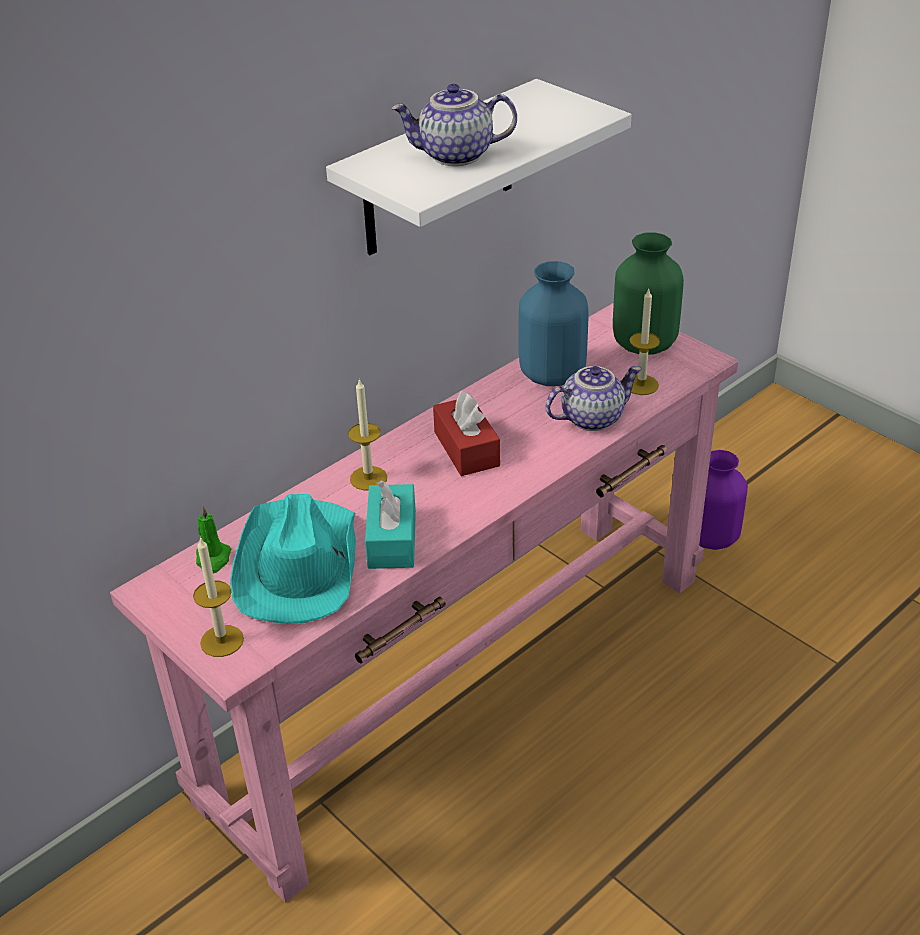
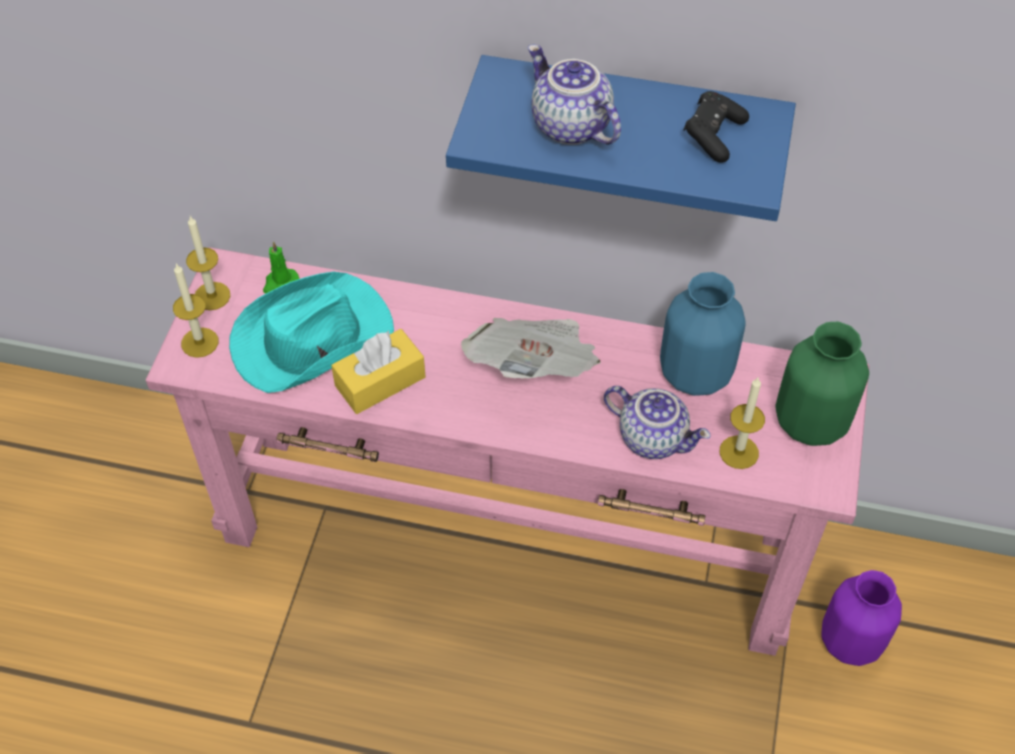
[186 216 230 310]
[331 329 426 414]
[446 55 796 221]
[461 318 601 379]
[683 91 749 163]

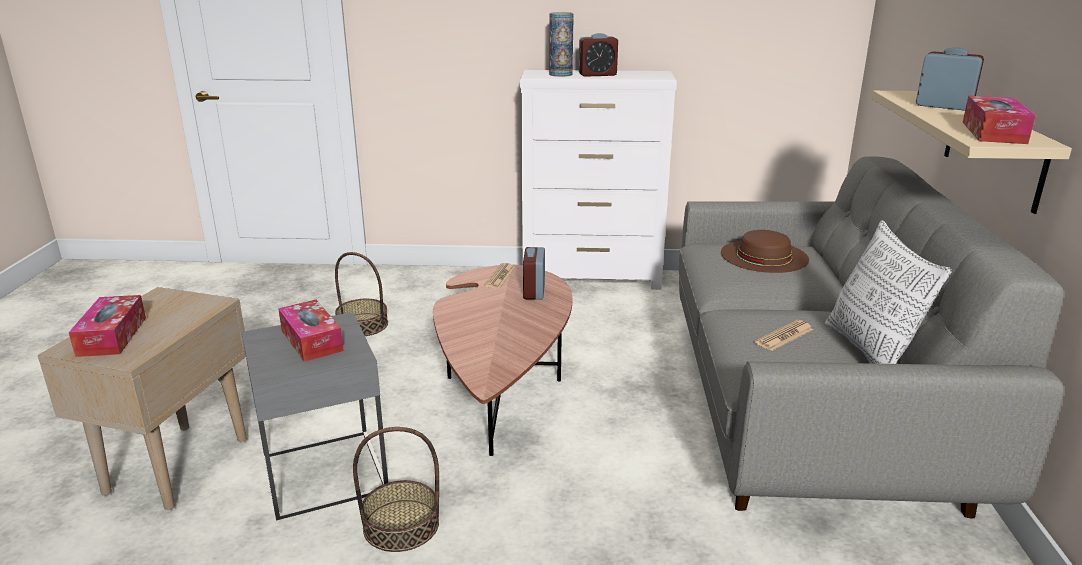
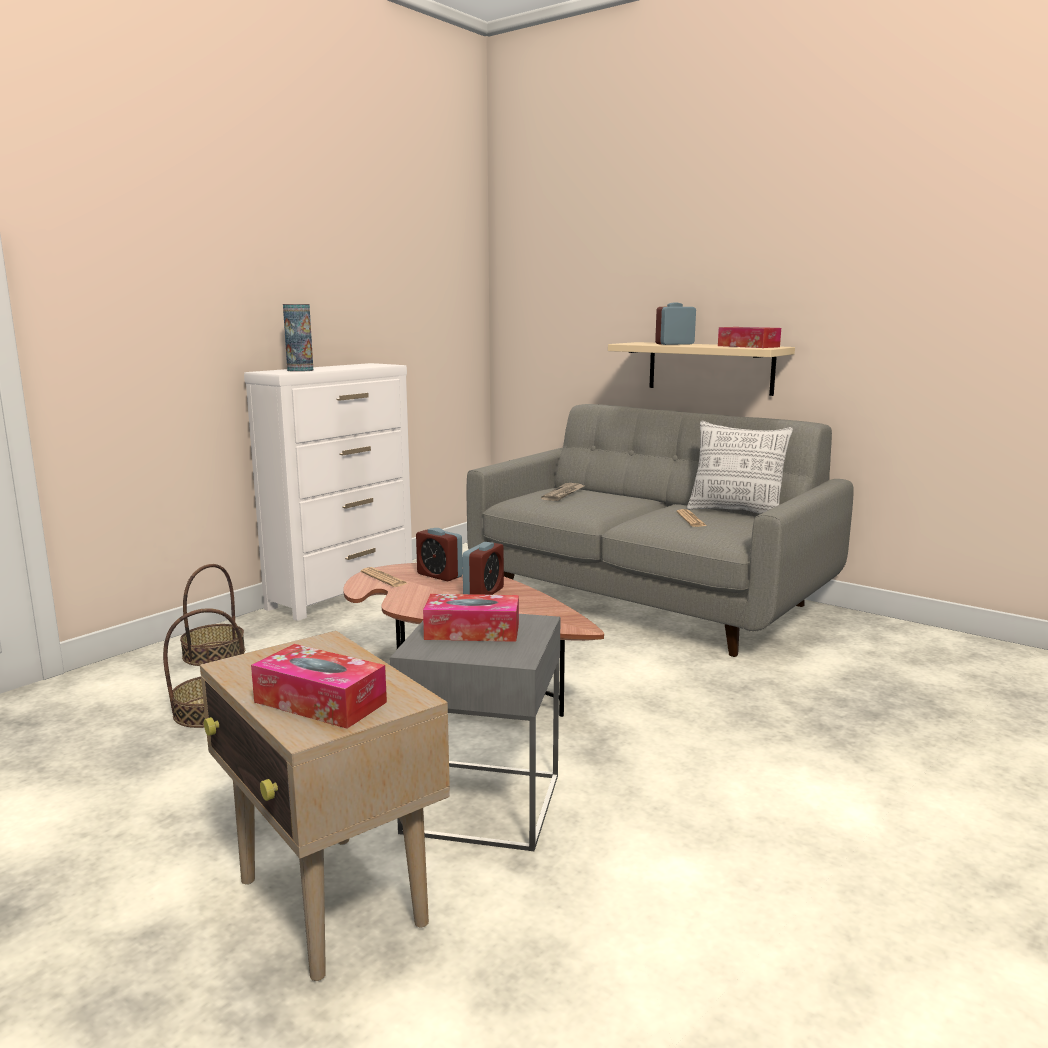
[180 564 245 666]
[462 542 504 595]
[541 483 584 501]

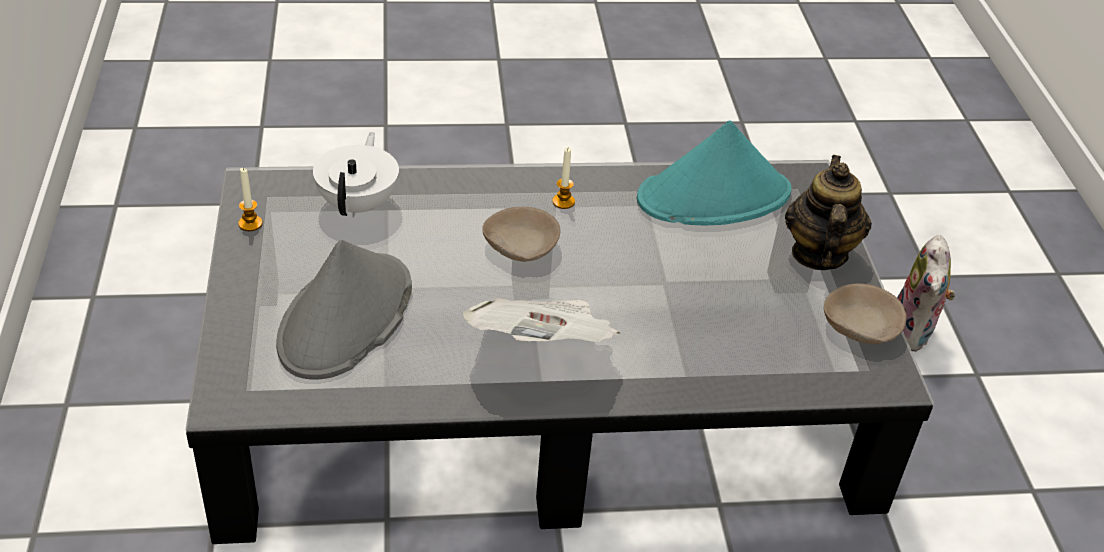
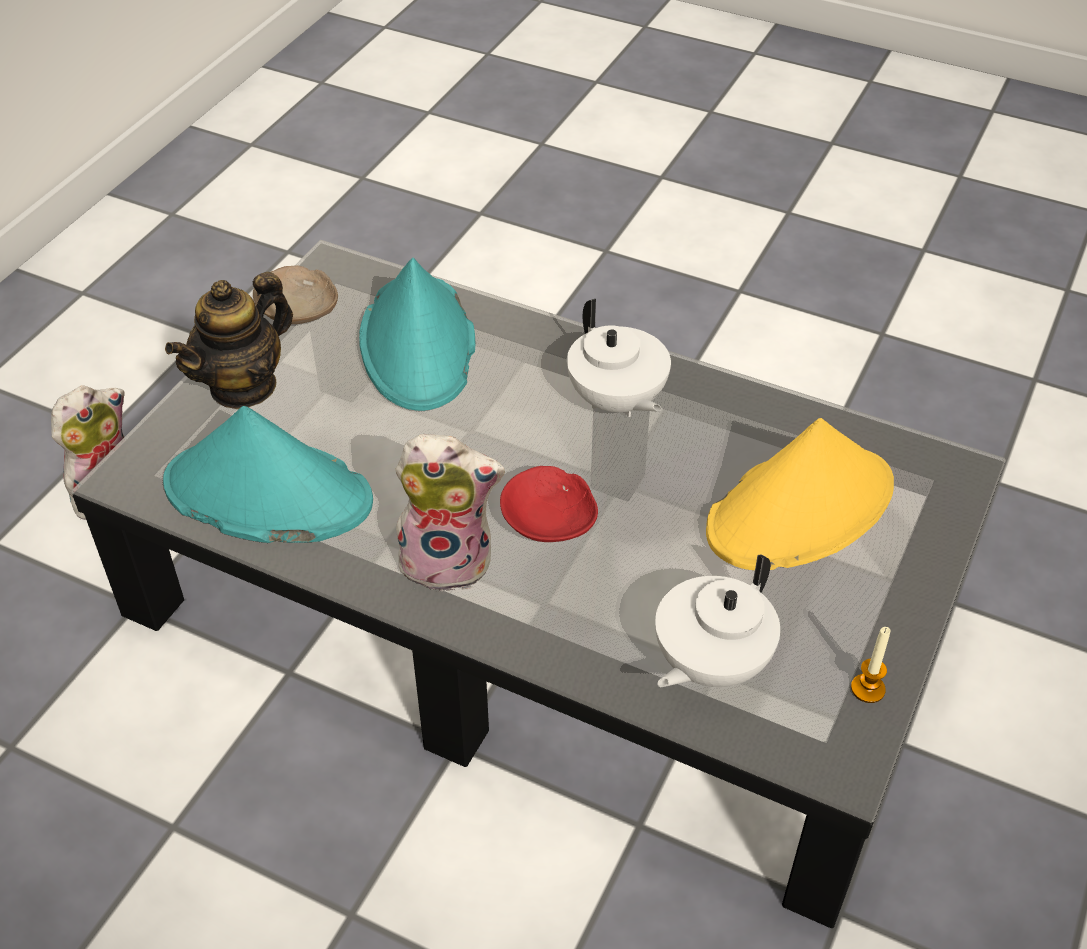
[359 258 475 411]
[395 434 505 592]
[500 466 598 542]
[567 299 671 417]
[706 418 894 570]

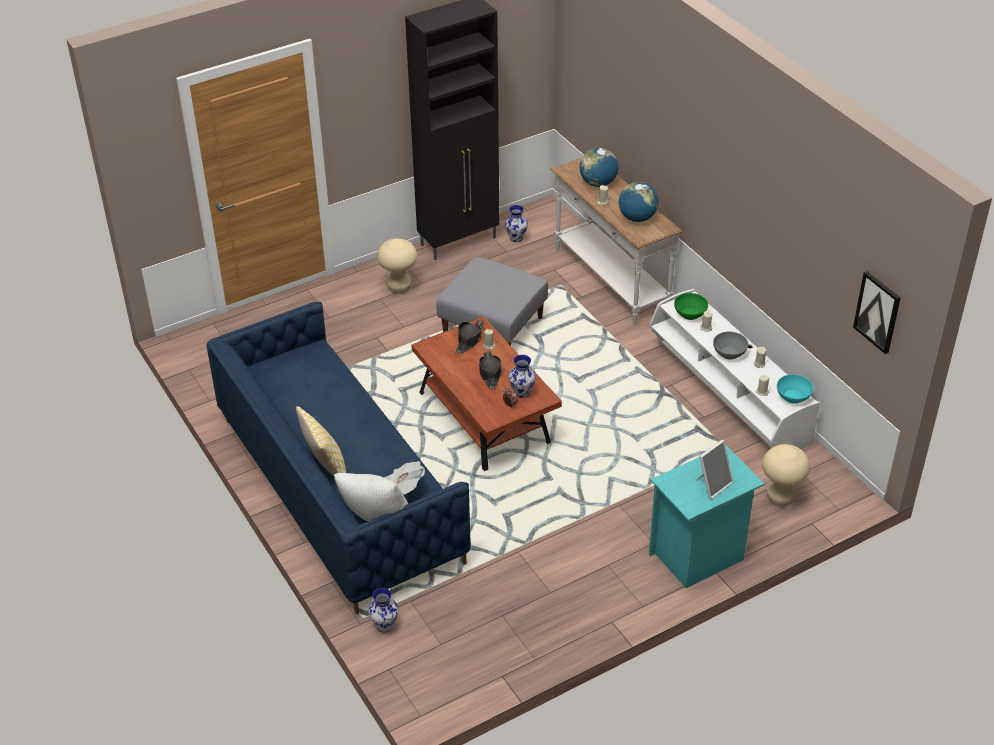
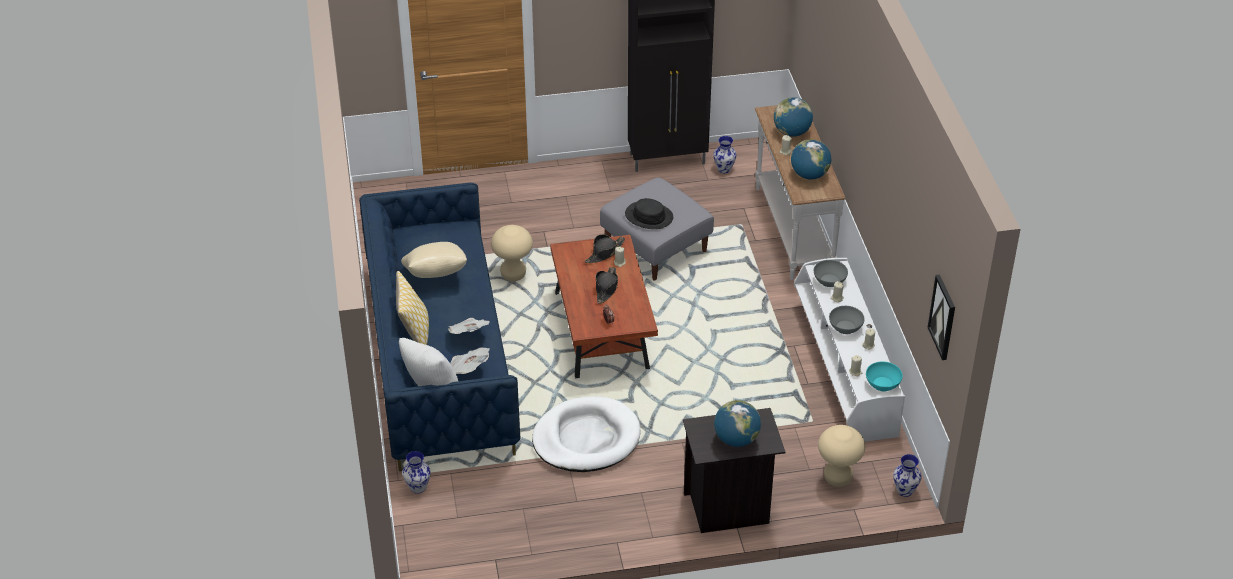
[401 242 467 278]
[448 318 490 334]
[491 225 533 281]
[532 396 640 472]
[625 198 673 229]
[683 408 786 533]
[714 400 761 447]
[814 260 848 287]
[893 454 922 497]

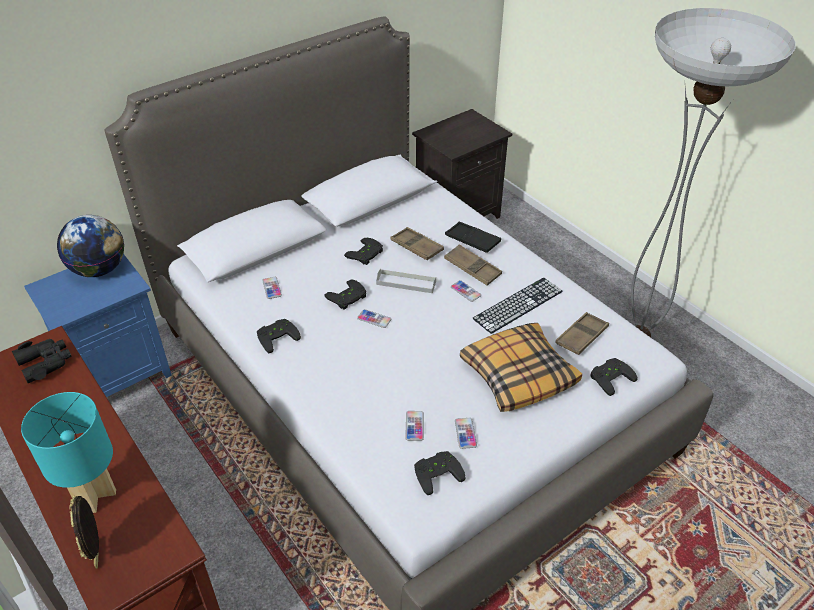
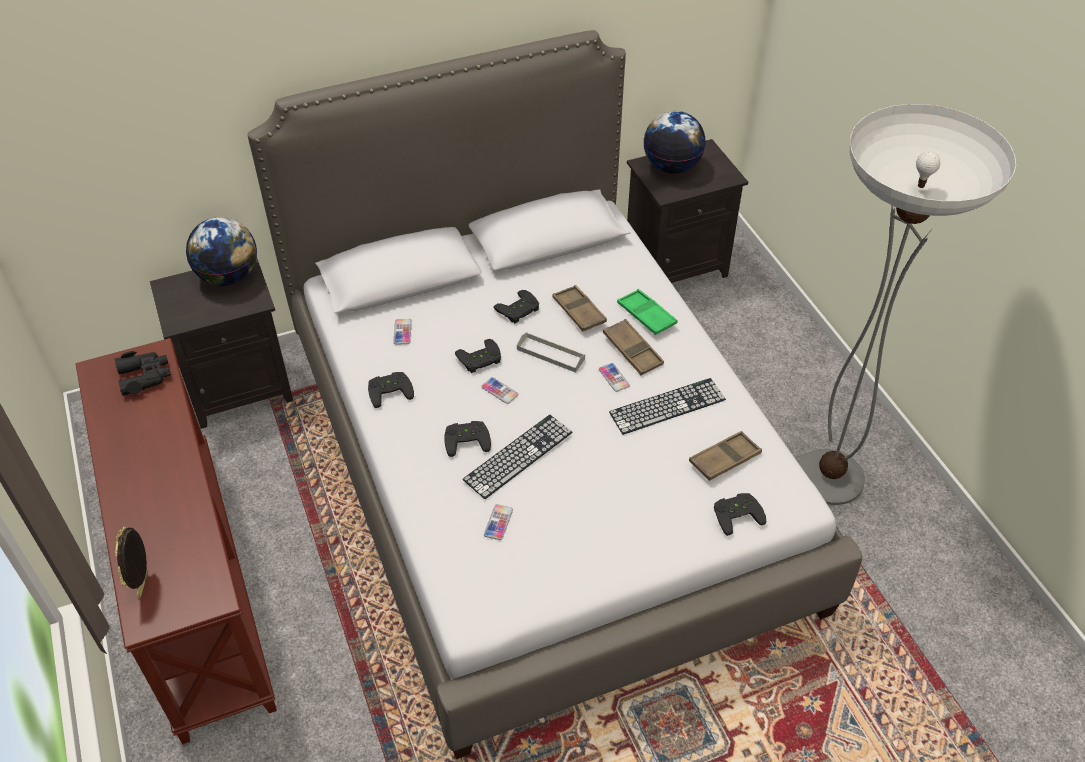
[150 257 293 429]
[444 421 491 457]
[462 415 573 499]
[617 289 677 335]
[643 111 706 174]
[21 392 116 513] (first image)
[455 418 477 449] (first image)
[460 323 582 412] (first image)

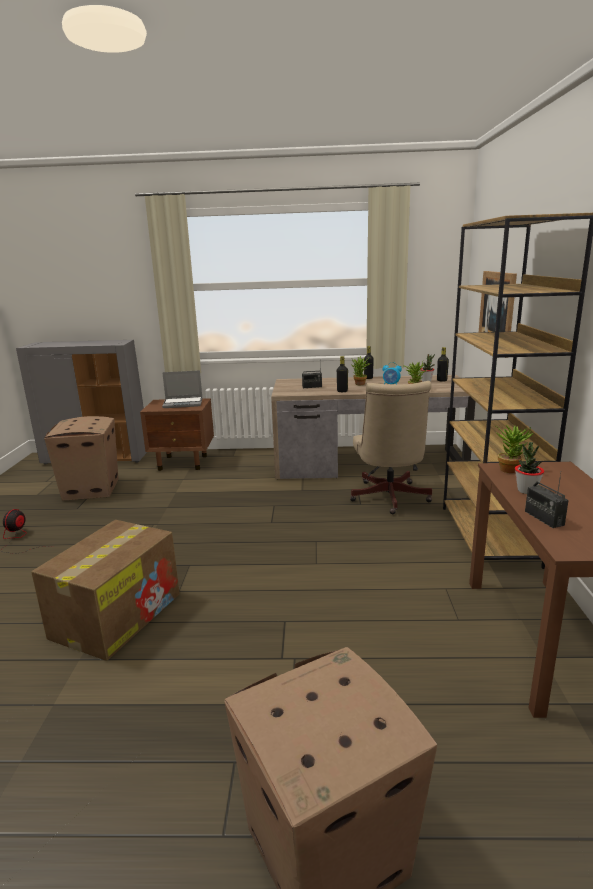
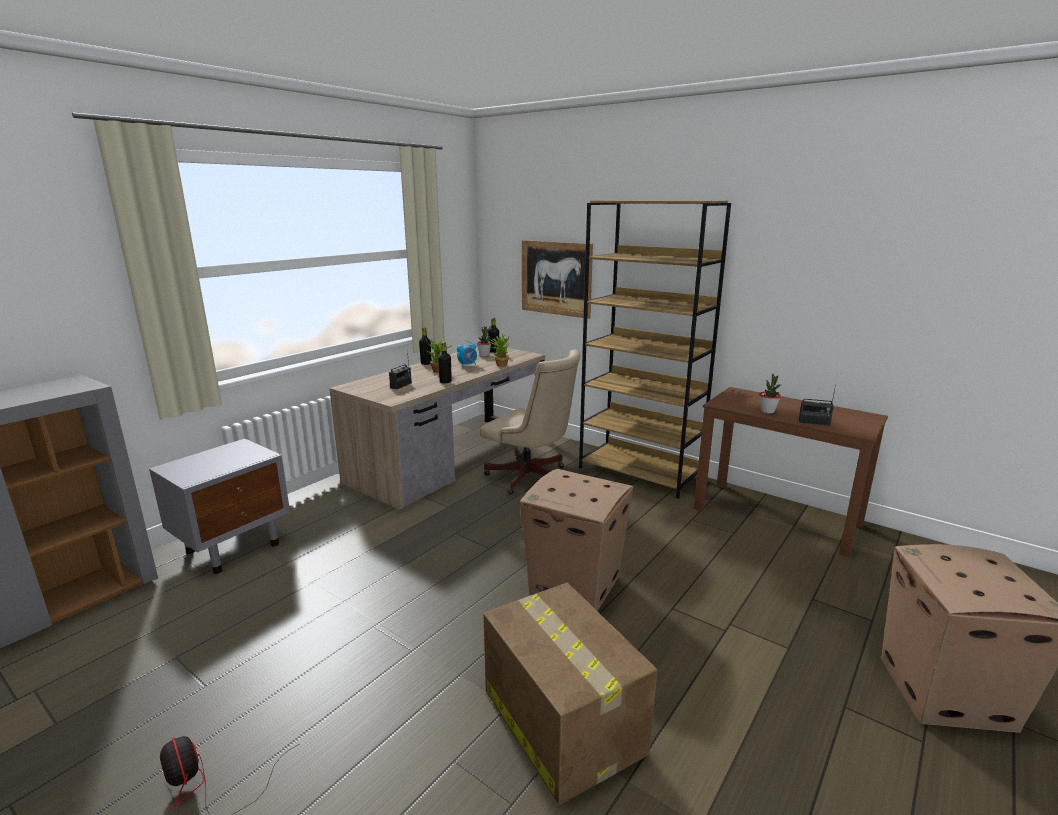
[149 438 290 574]
[520 469 634 611]
[162 370 202 408] (first image)
[496 425 533 473] (first image)

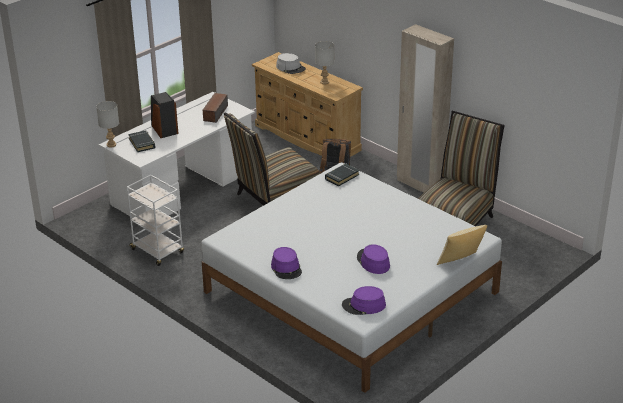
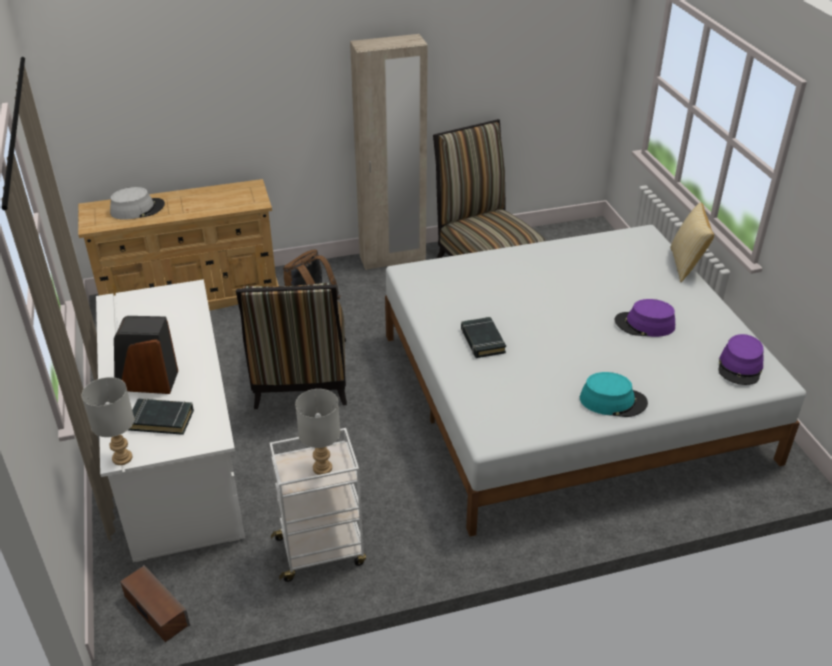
[120 565 190 642]
[295 389 340 475]
[461 317 506 358]
[580 372 648 417]

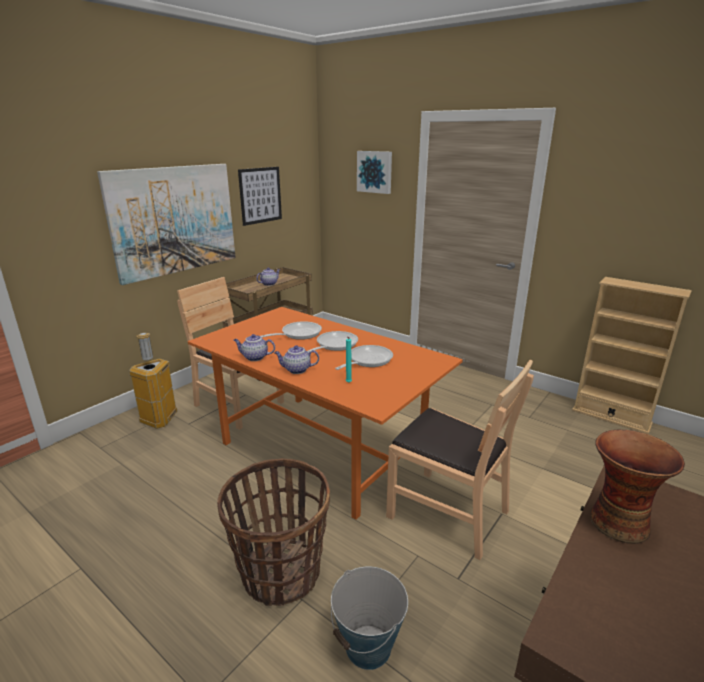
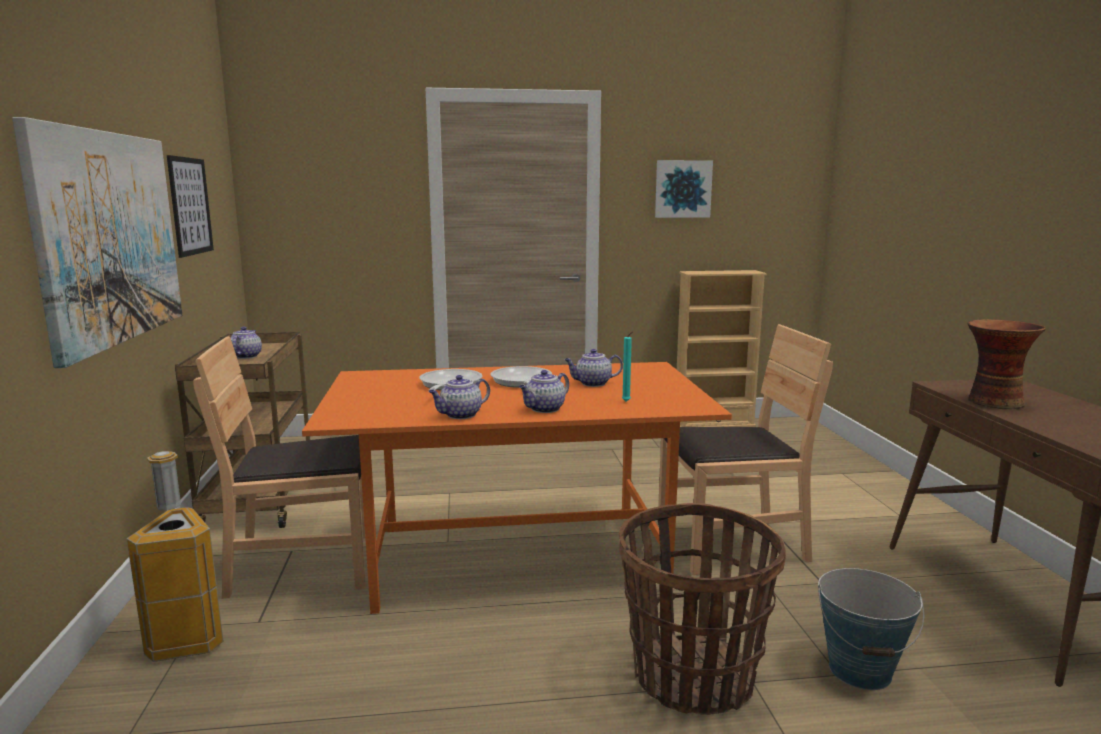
[564 349 623 387]
[655 160 713 218]

